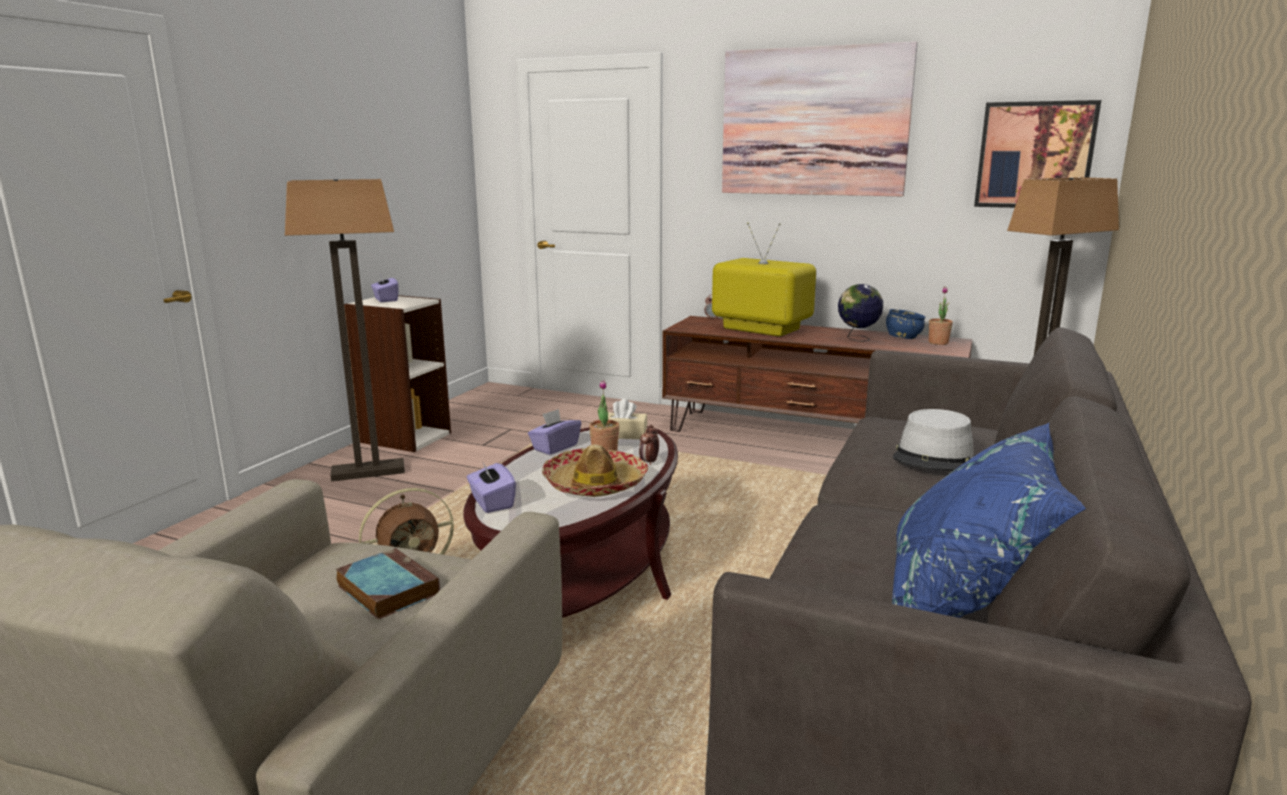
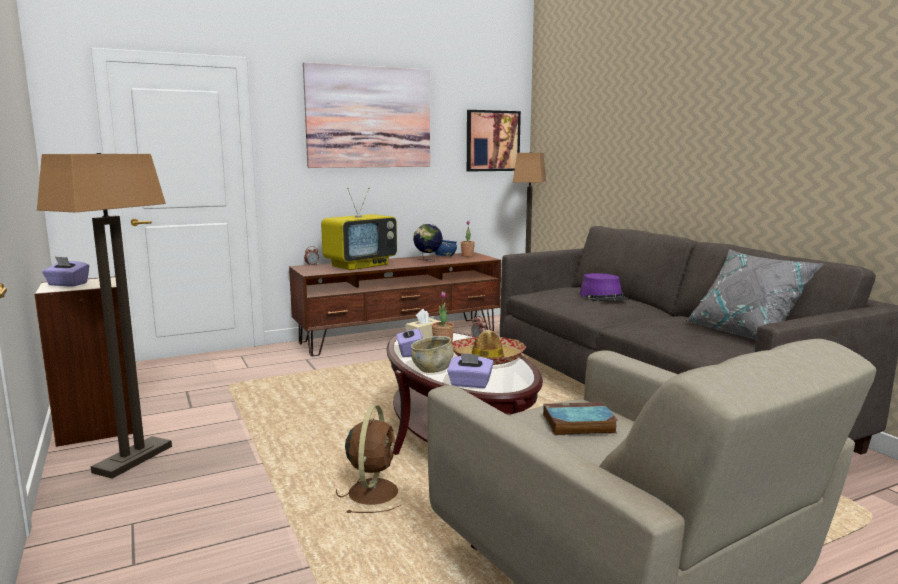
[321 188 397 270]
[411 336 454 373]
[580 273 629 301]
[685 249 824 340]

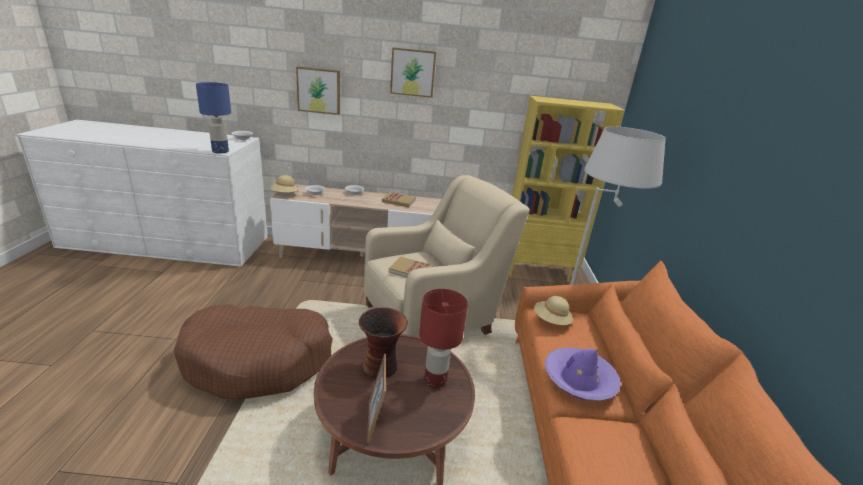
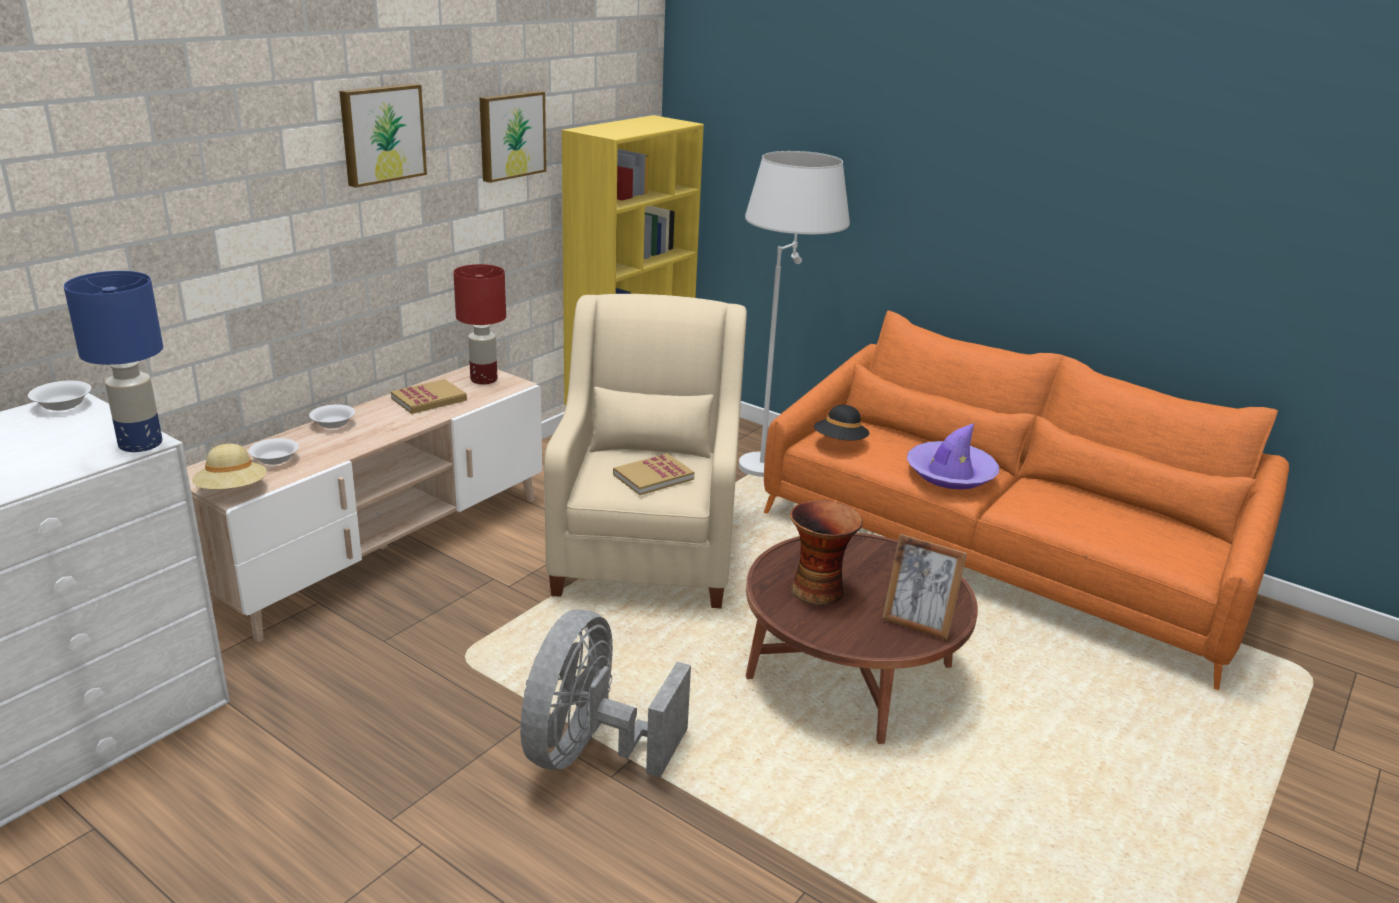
[453 264 506 384]
[480 91 546 183]
[520 610 691 778]
[814 405 869 441]

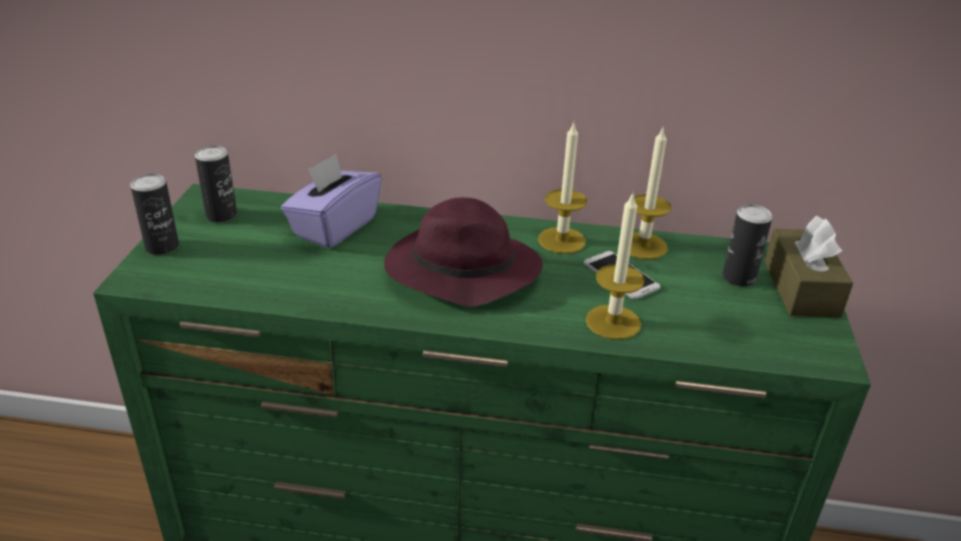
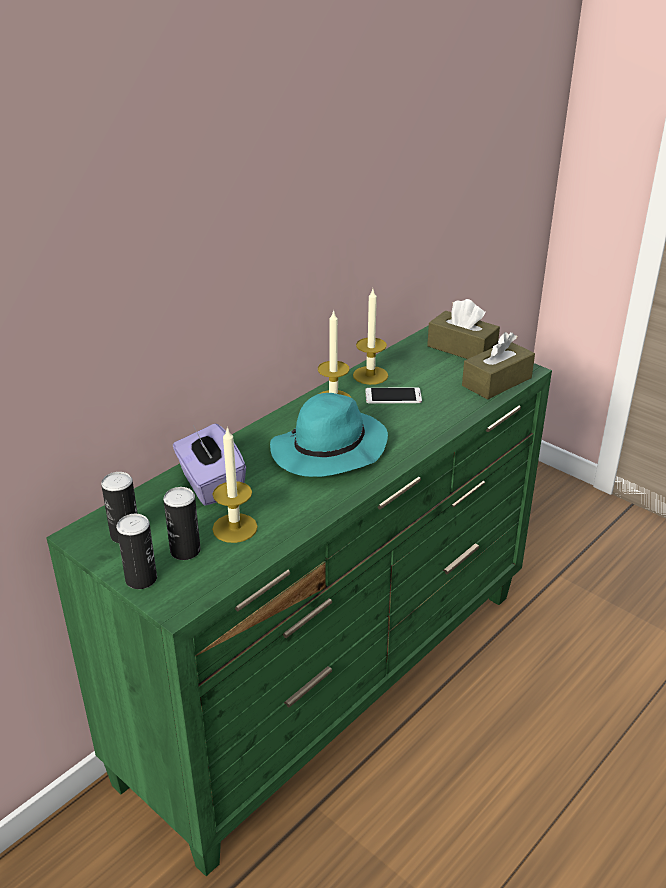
[163 487 201 560]
[212 427 258 543]
[270 393 388 477]
[462 332 535 400]

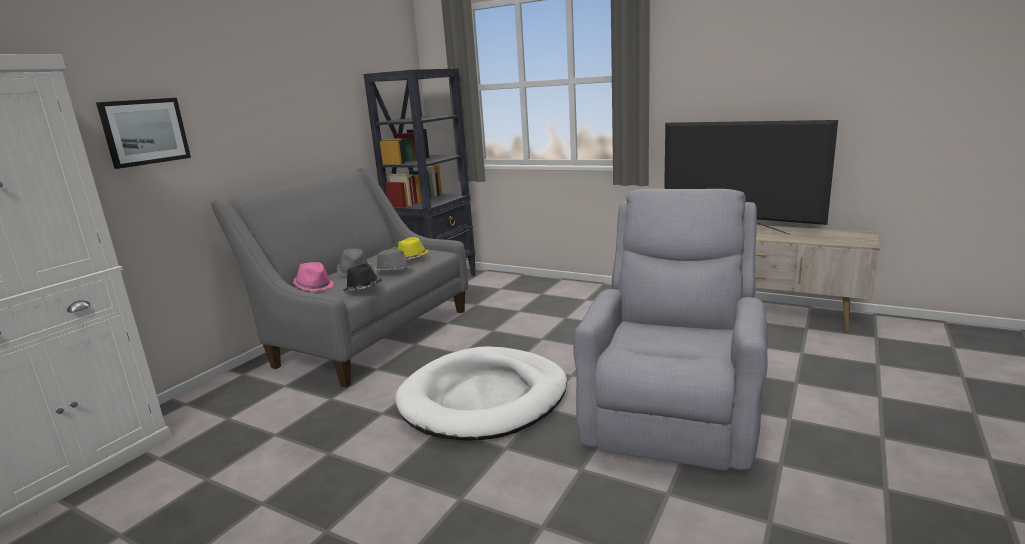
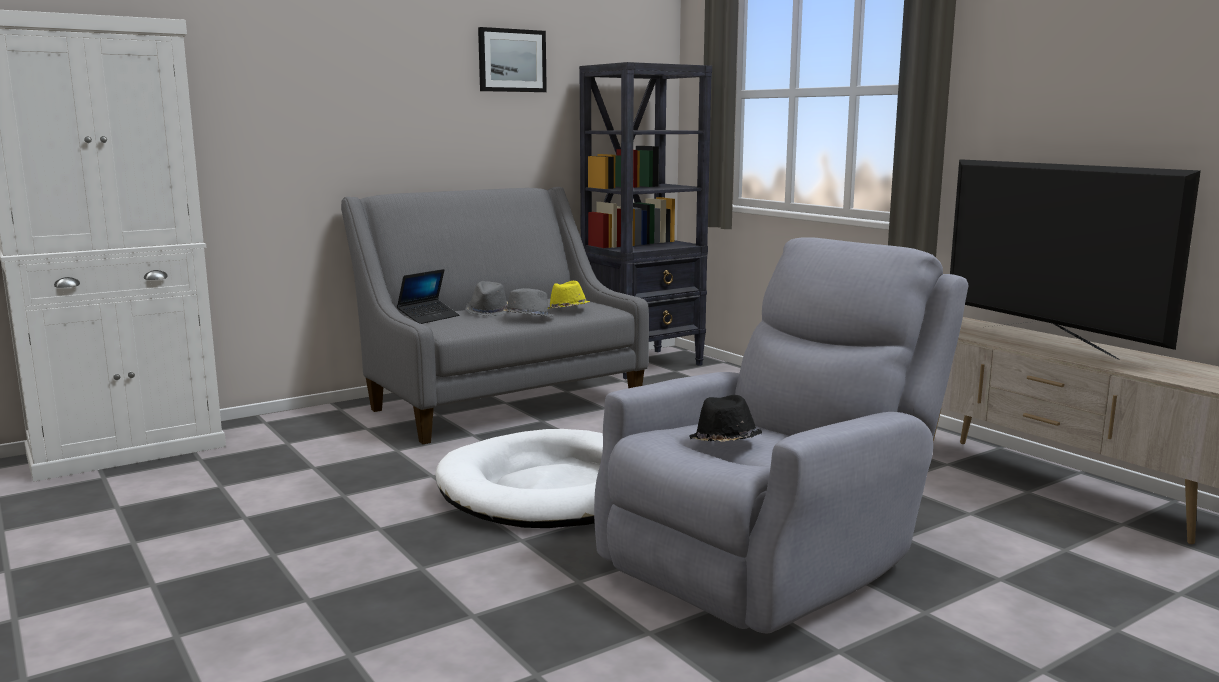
[397 269 459 324]
[478 27 547 92]
[689 395 762 442]

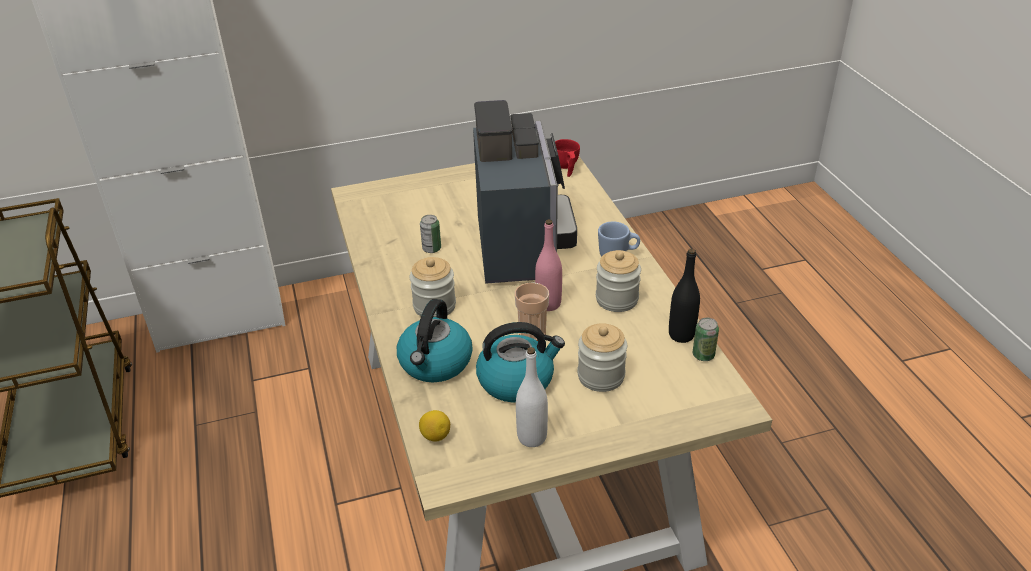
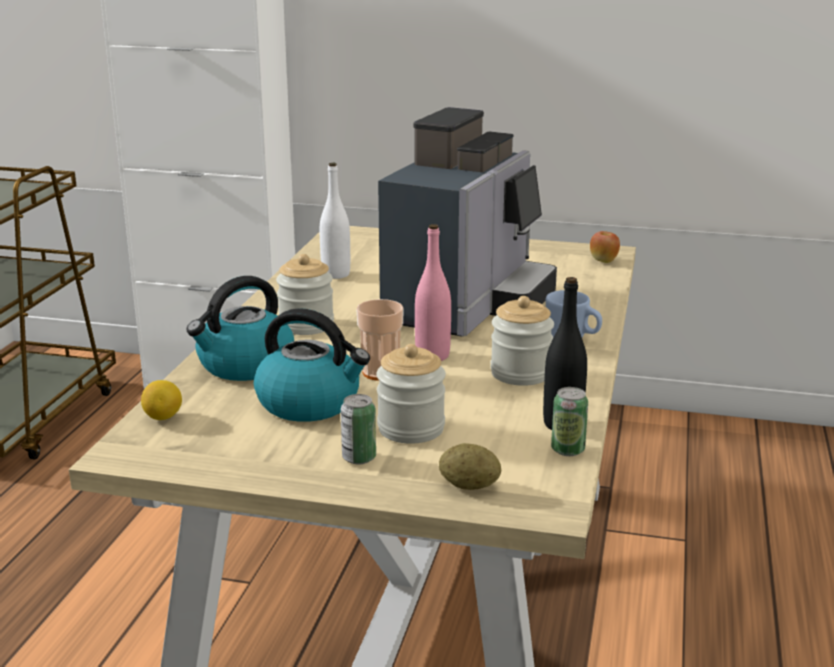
[320 163 350 279]
[341 394 376 464]
[439 443 501 490]
[590 231 620 263]

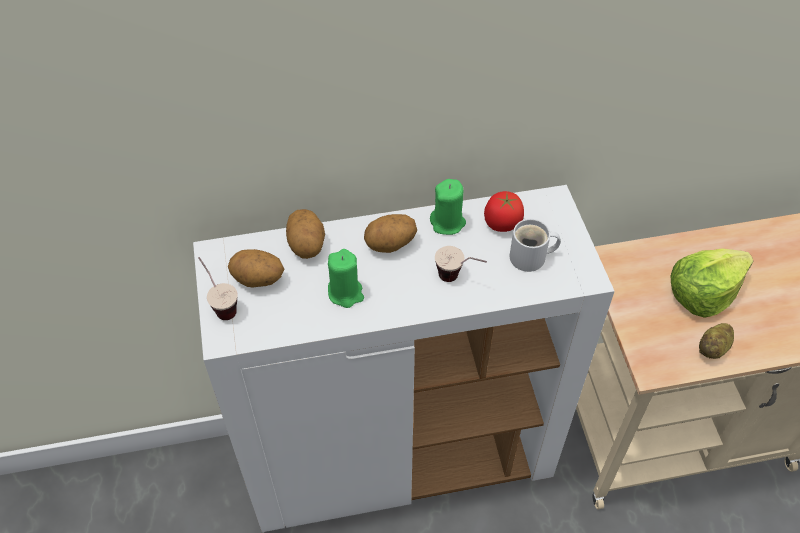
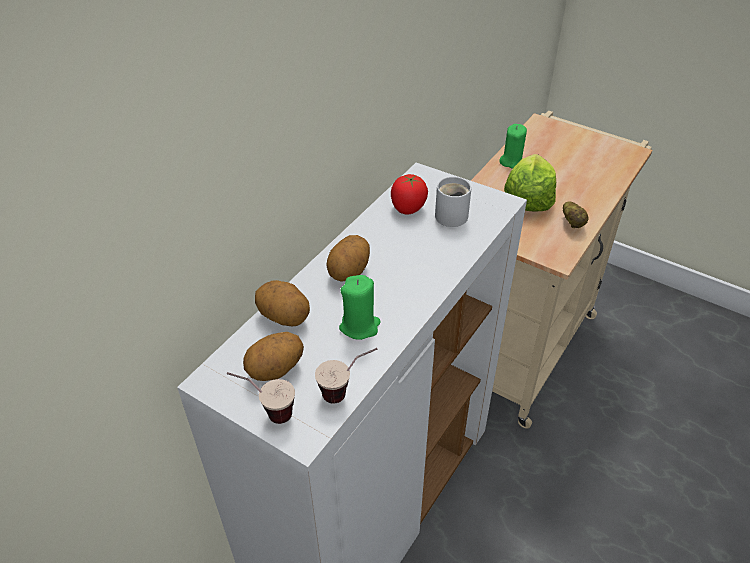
[315 348 378 403]
[500 124 527 169]

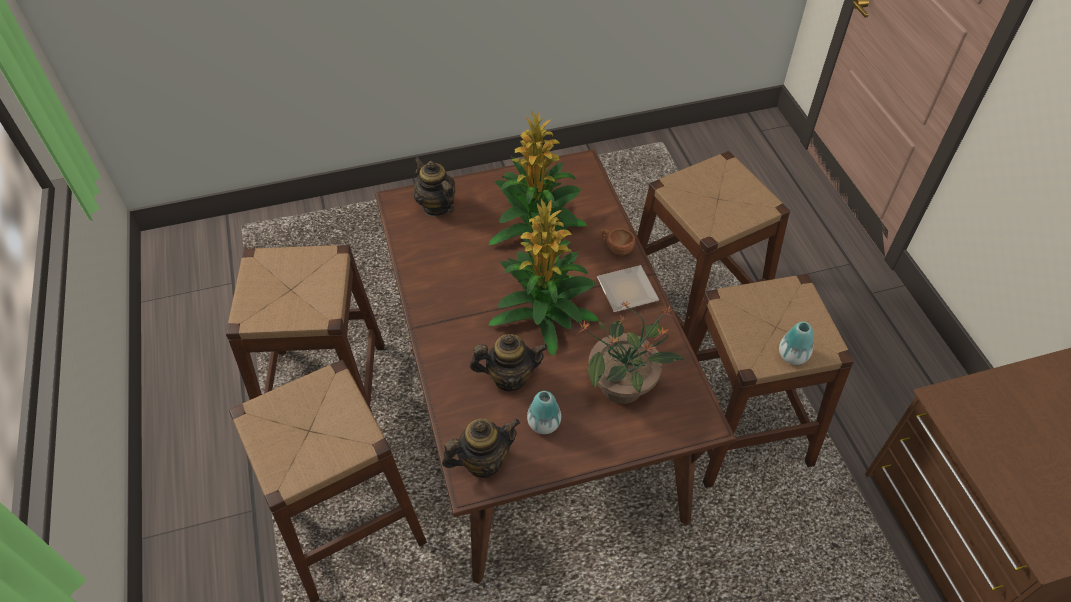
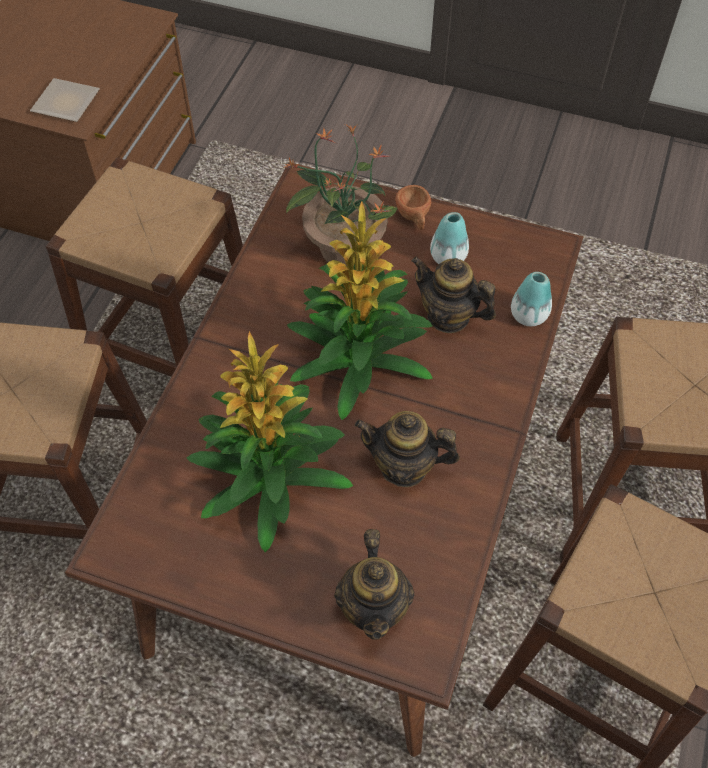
[30 78 100 122]
[355 411 460 487]
[395 185 431 230]
[511 272 552 326]

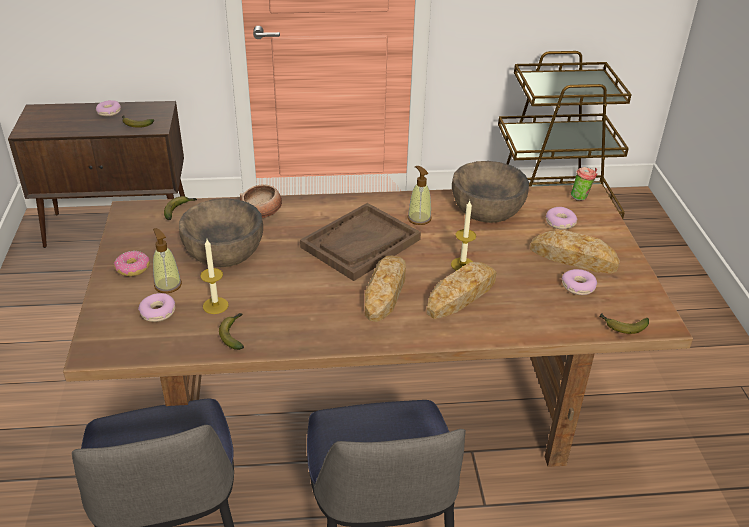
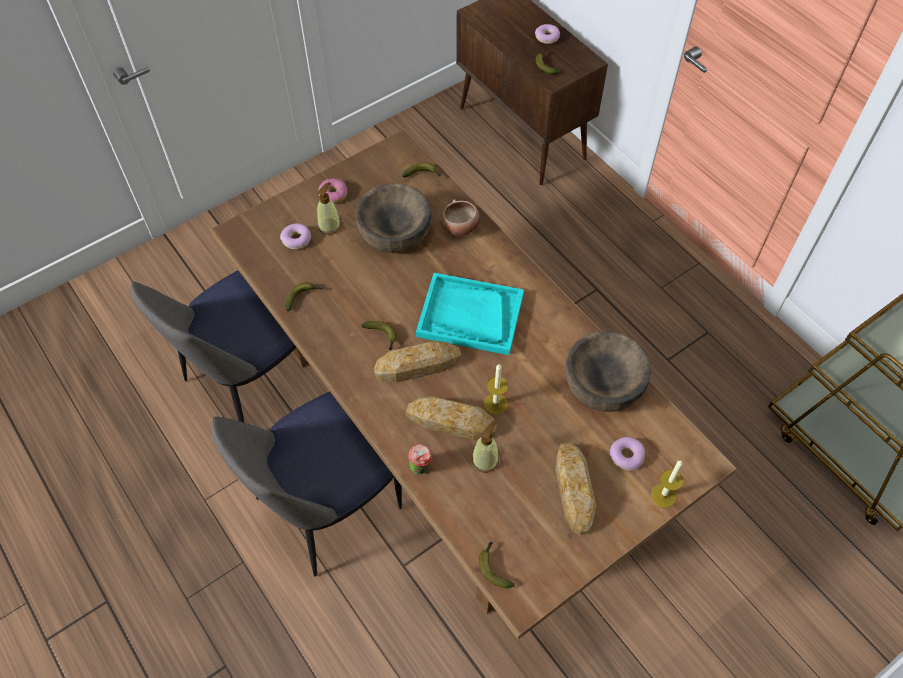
[361 321 397 350]
[409 444 432 474]
[416 273 524 355]
[472 421 499 473]
[651 460 683 508]
[562 269 597 295] (first image)

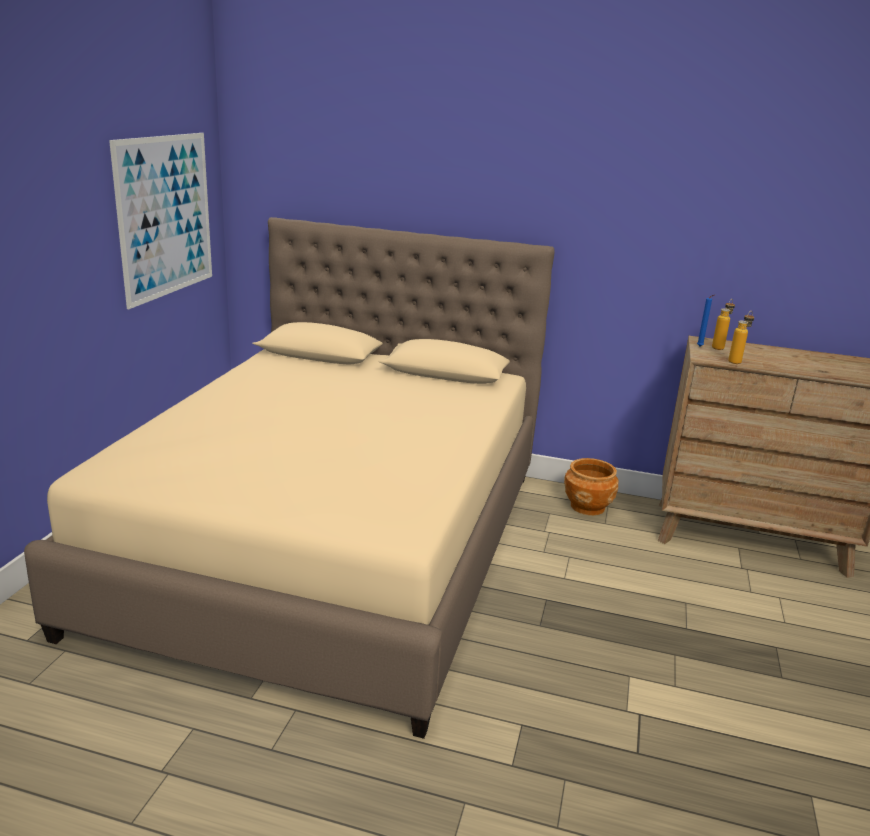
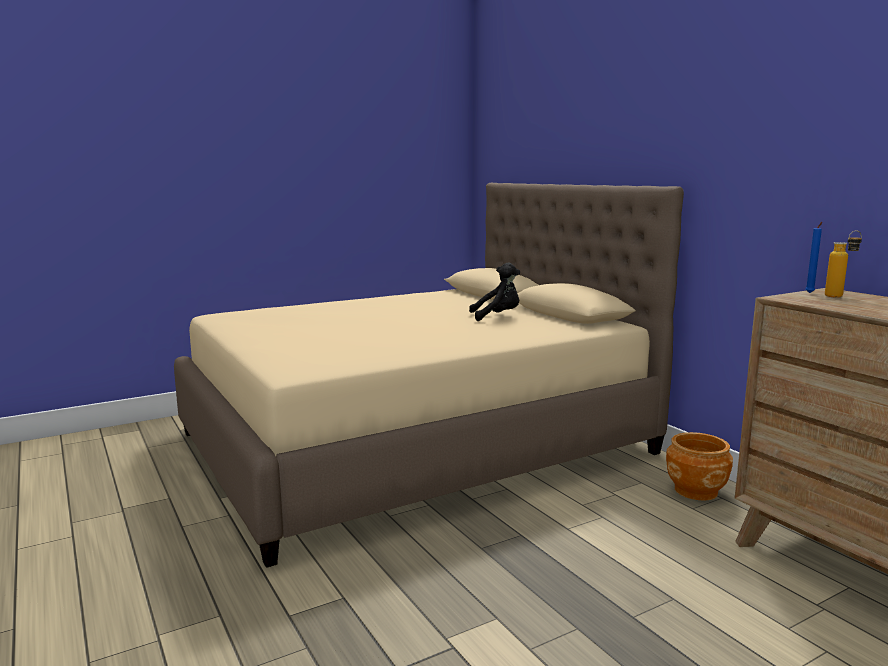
[469 263 520 321]
[109 133 212 309] (first image)
[728 311 754 364] (first image)

